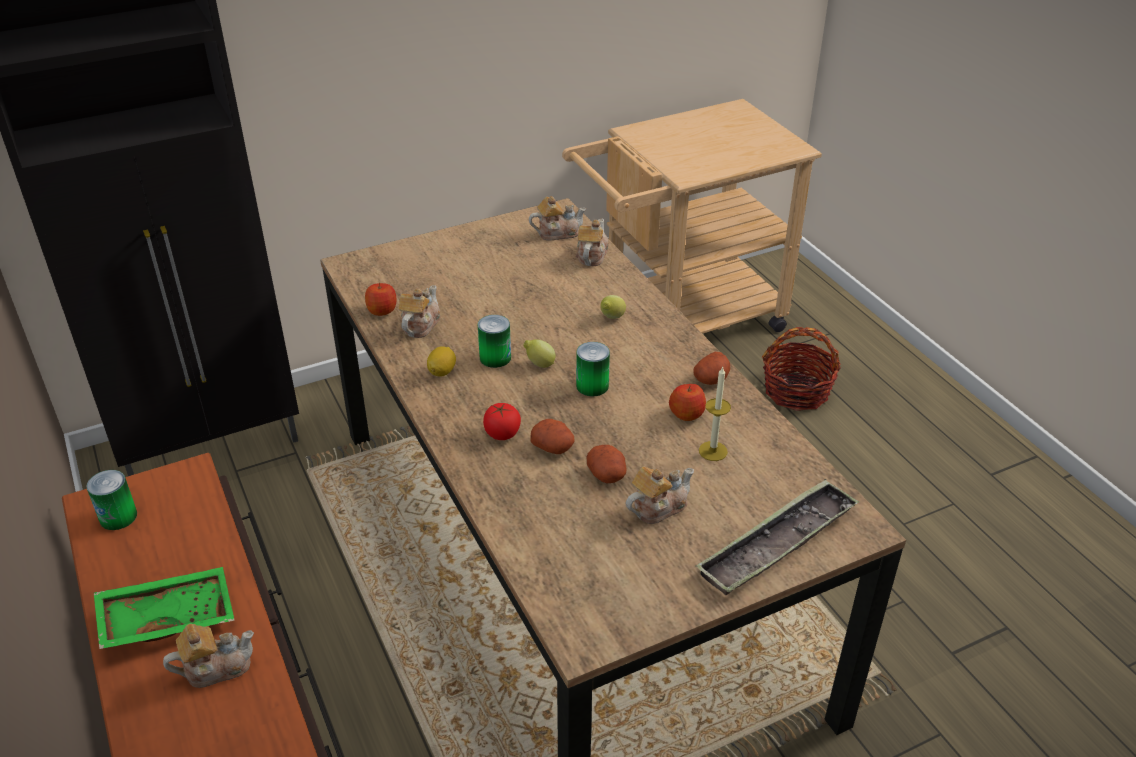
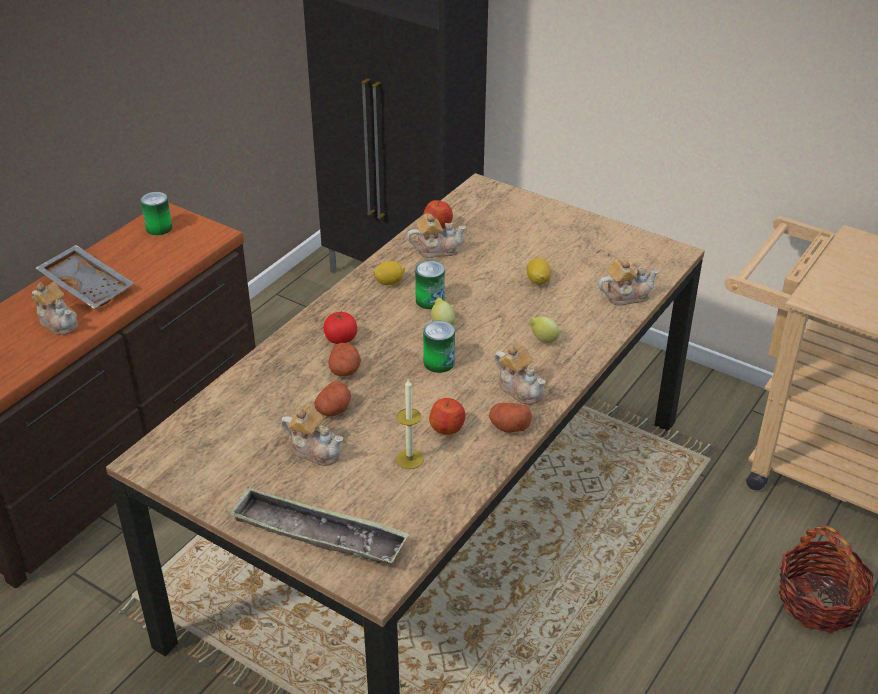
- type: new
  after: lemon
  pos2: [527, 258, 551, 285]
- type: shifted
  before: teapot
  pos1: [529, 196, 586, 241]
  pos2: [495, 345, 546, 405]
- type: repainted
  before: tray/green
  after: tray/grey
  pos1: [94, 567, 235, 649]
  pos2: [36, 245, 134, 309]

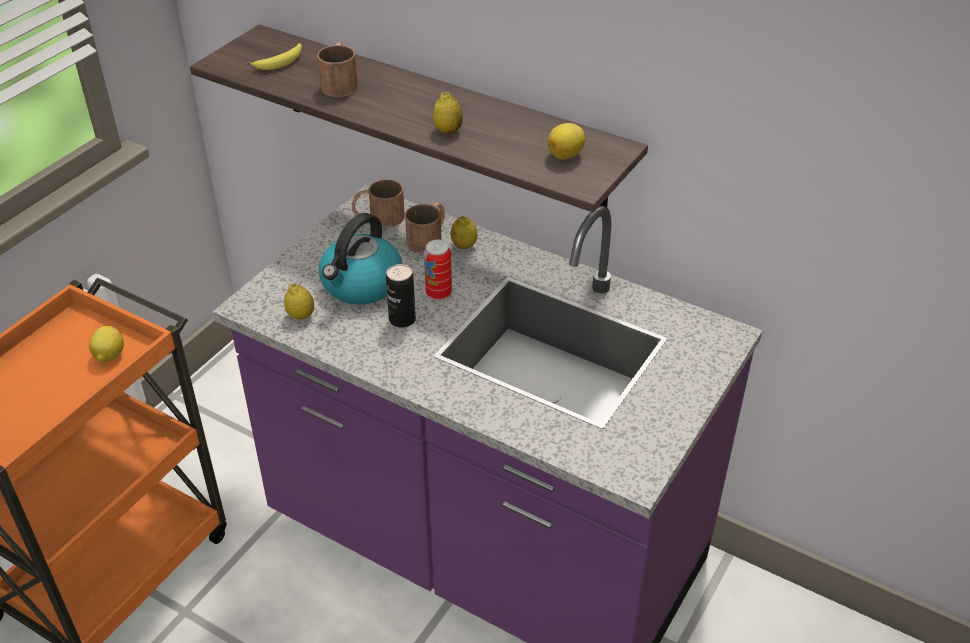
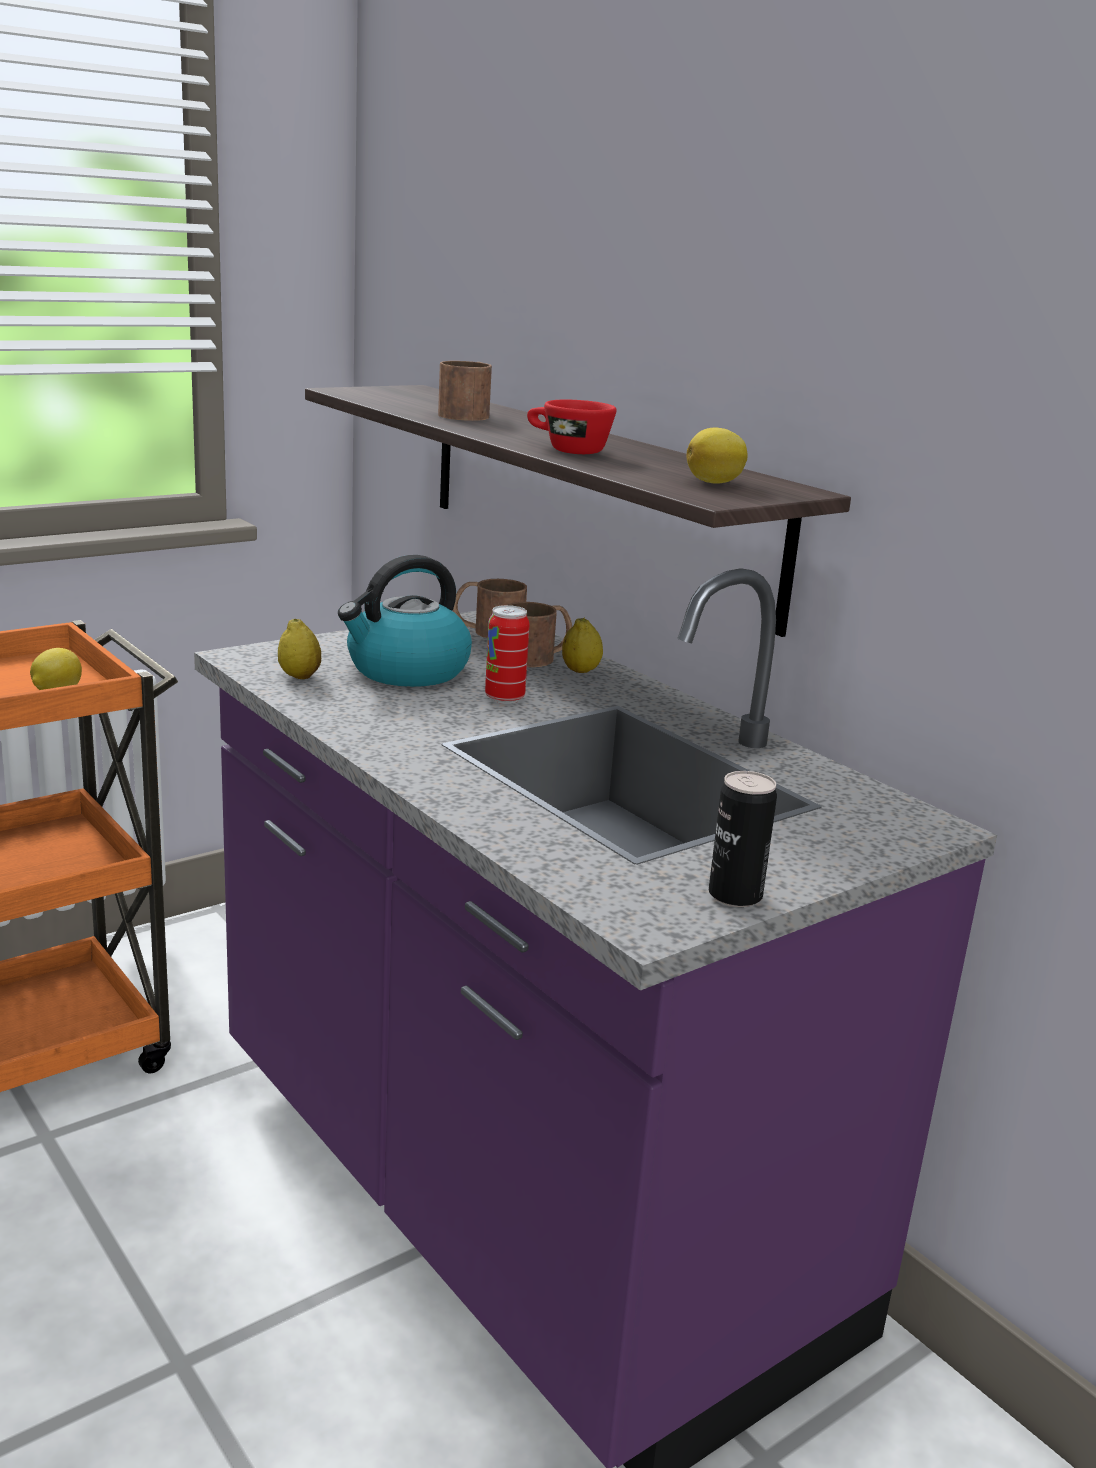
- type: gone
  before: banana
  pos1: [247, 43, 302, 70]
- type: shifted
  before: can
  pos1: [386, 264, 416, 328]
  pos2: [709, 771, 777, 907]
- type: swapped
  before: lemon
  after: cup/red
  pos1: [433, 92, 463, 134]
  pos2: [527, 400, 617, 454]

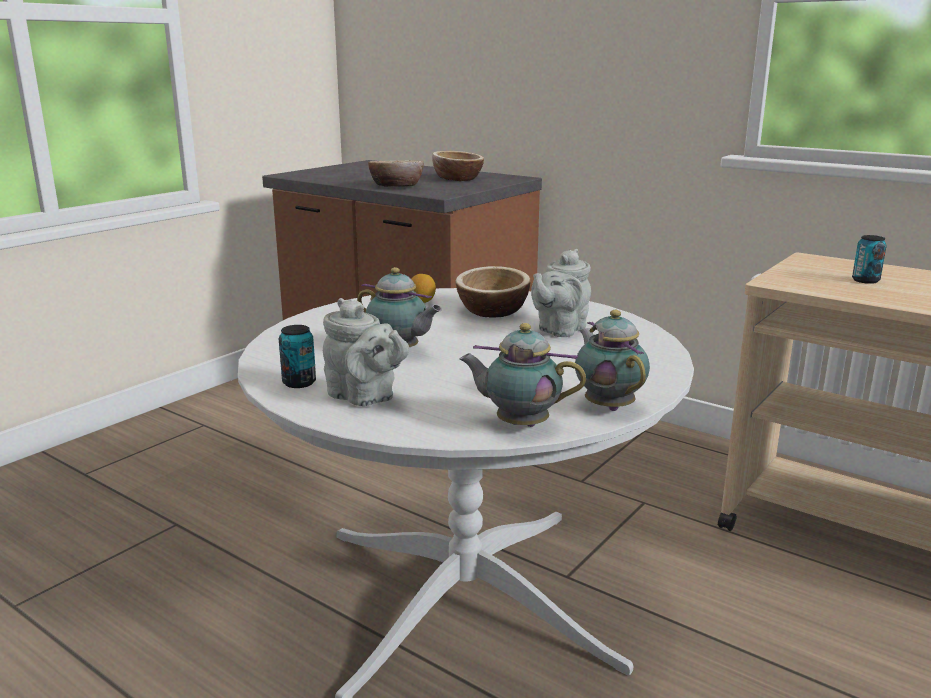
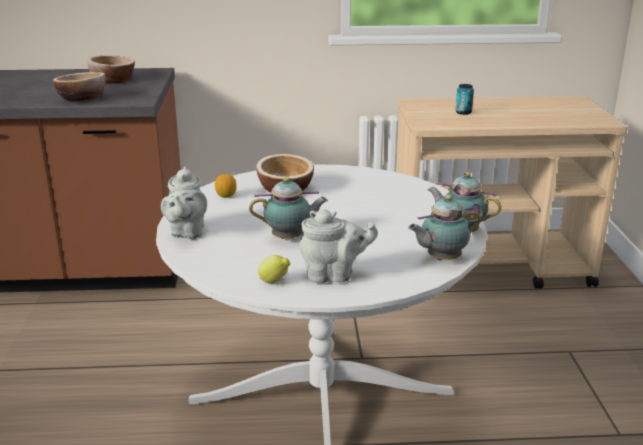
- type: shifted
  before: teapot/grey
  pos1: [531, 249, 591, 337]
  pos2: [161, 166, 207, 239]
- type: swapped
  before: can
  after: lemon
  pos1: [279, 325, 316, 388]
  pos2: [258, 255, 290, 284]

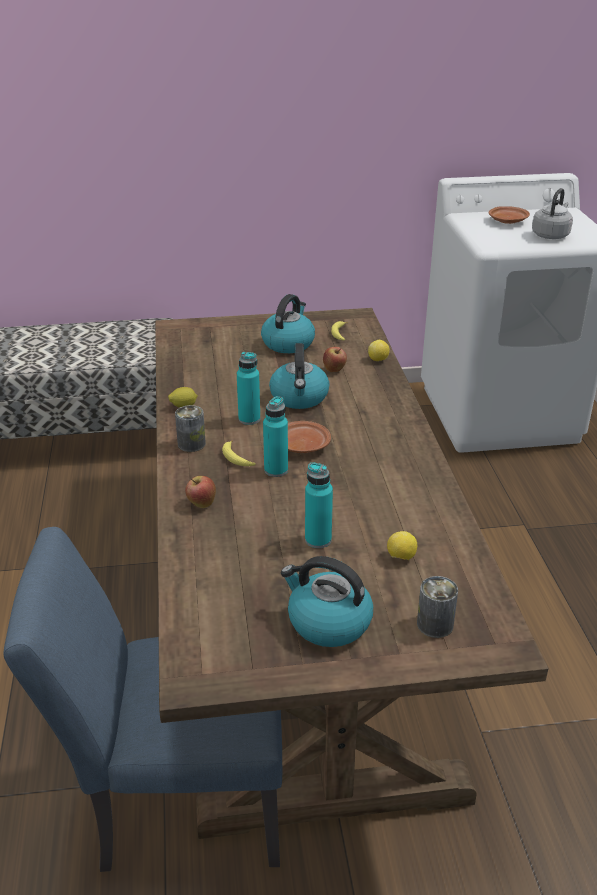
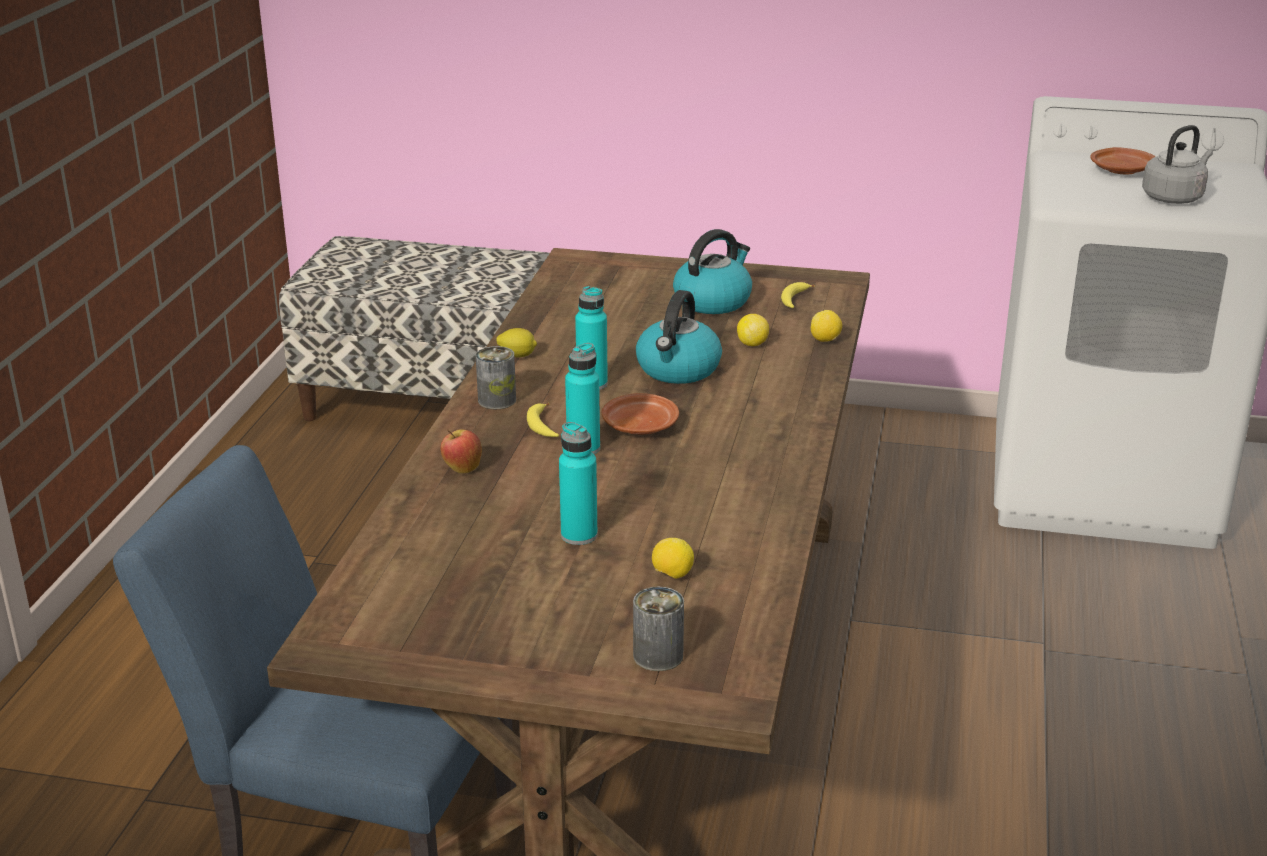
- type: gone
  before: kettle
  pos1: [281, 556, 373, 647]
- type: swapped
  before: apple
  after: lemon
  pos1: [323, 347, 347, 372]
  pos2: [737, 314, 769, 346]

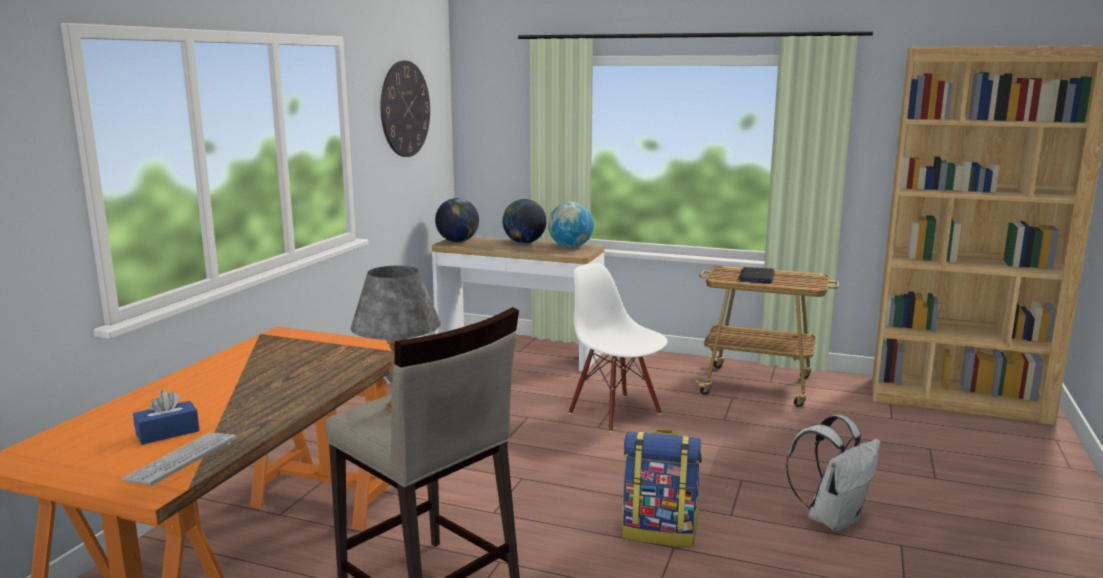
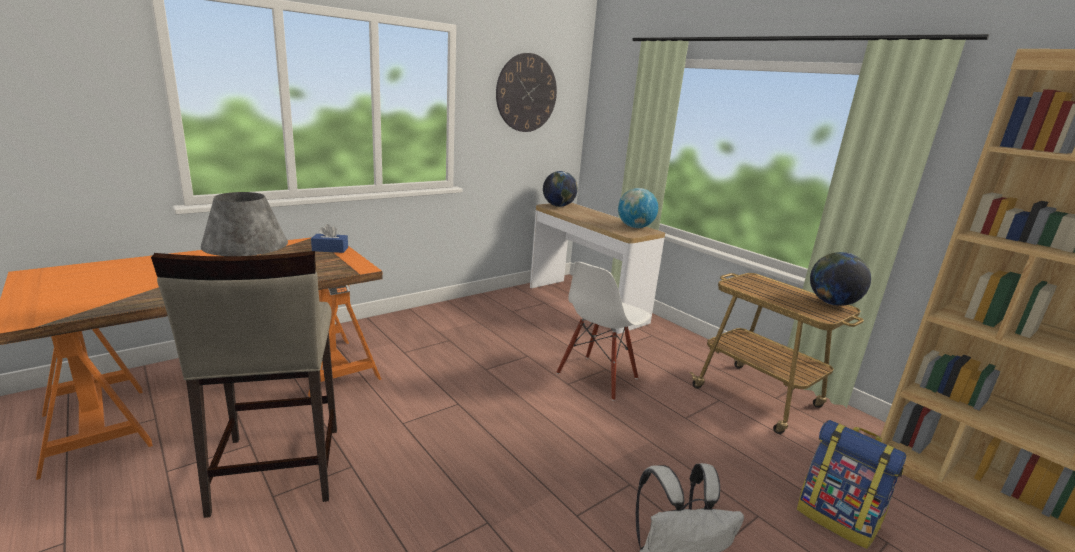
- type: gone
  before: keyboard
  pos1: [121, 433, 236, 485]
- type: gone
  before: laptop
  pos1: [738, 267, 774, 283]
- type: shifted
  before: tissue box/blue
  pos1: [133, 390, 200, 445]
  pos2: [311, 224, 348, 253]
- type: shifted
  before: globe
  pos1: [503, 199, 546, 244]
  pos2: [810, 252, 871, 306]
- type: shifted
  before: backpack
  pos1: [622, 429, 702, 547]
  pos2: [797, 420, 906, 549]
- type: rotated
  before: chair/white
  pos1: [569, 263, 668, 432]
  pos2: [557, 262, 651, 401]
  turn: -135

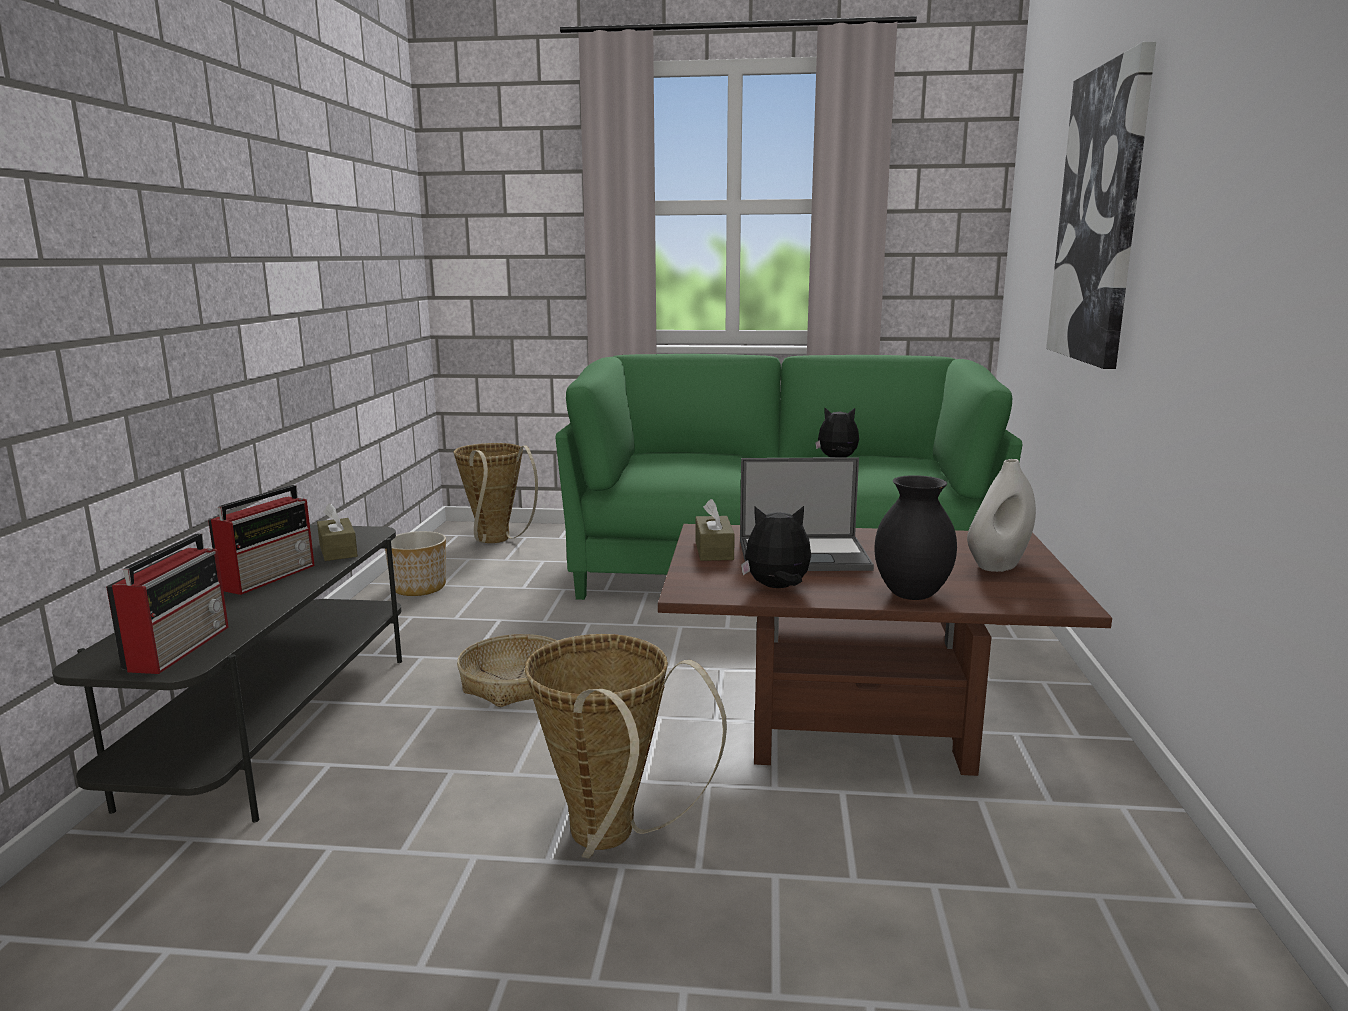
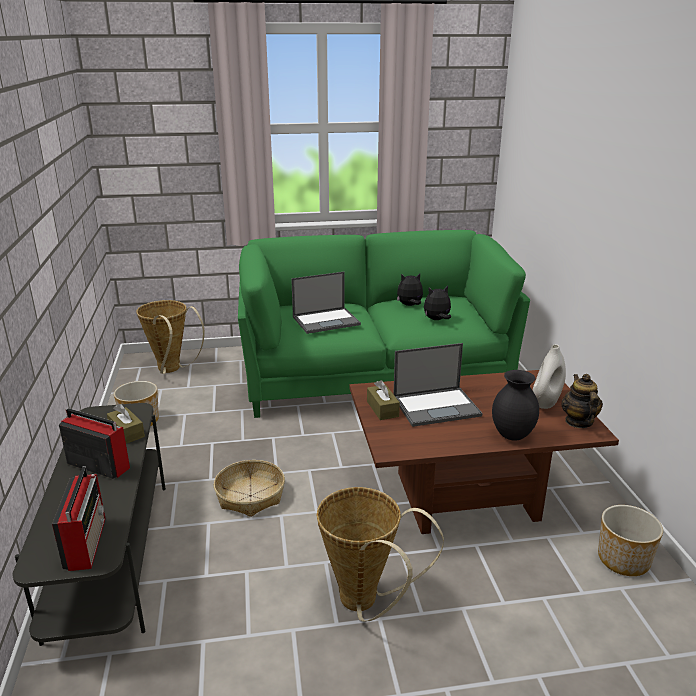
- type: gone
  before: picture
  pos1: [1046, 42, 1156, 369]
- type: new
  after: laptop
  pos2: [291, 272, 361, 334]
- type: new
  after: teapot
  pos2: [561, 374, 603, 428]
- type: new
  after: planter
  pos2: [598, 505, 663, 576]
- type: shifted
  before: plush toy
  pos1: [741, 506, 811, 588]
  pos2: [424, 286, 451, 320]
- type: rotated
  before: radio
  pos1: [208, 485, 314, 595]
  pos2: [59, 408, 130, 479]
  turn: -75

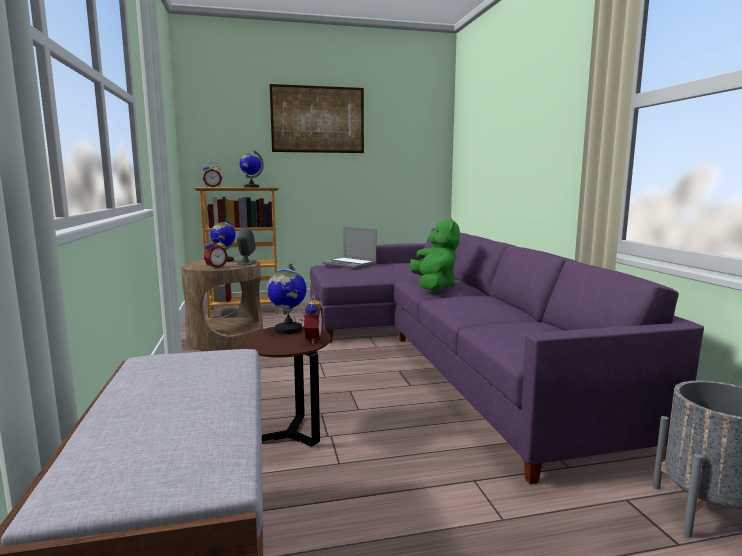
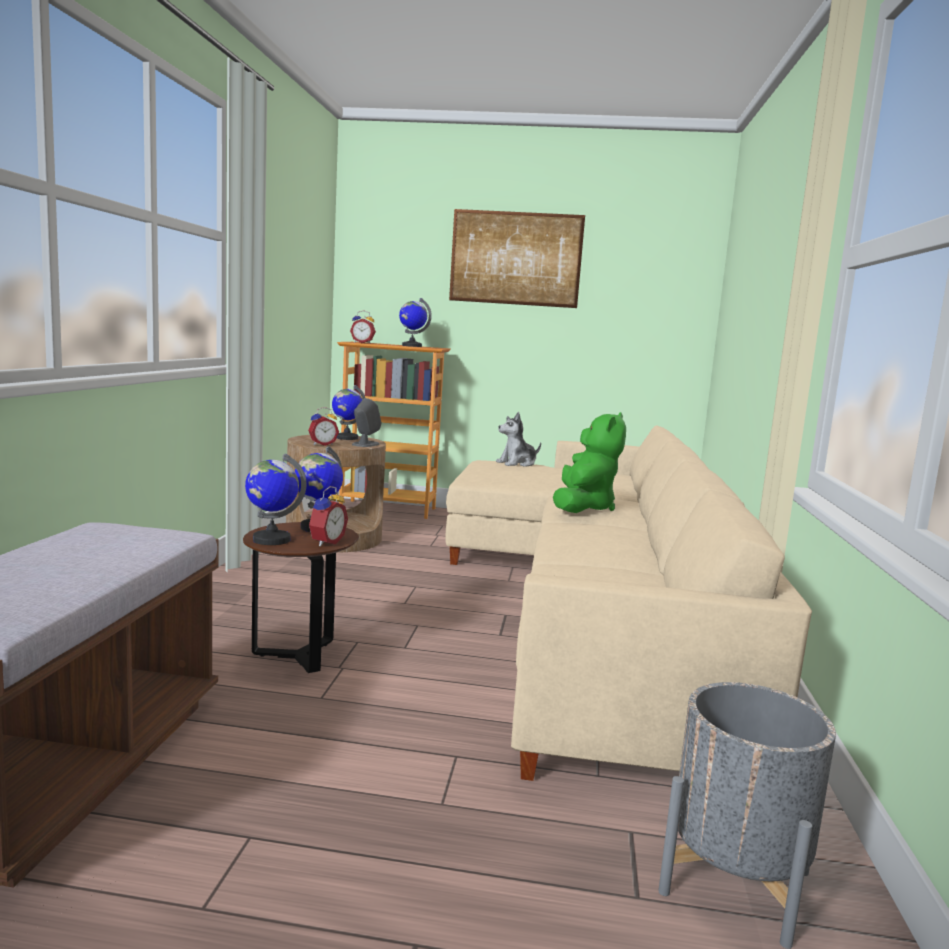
- type: new
  after: globe
  pos2: [245, 453, 307, 545]
- type: swapped
  before: laptop
  after: plush toy
  pos1: [322, 227, 377, 269]
  pos2: [496, 412, 541, 467]
- type: repainted
  before: sofa/purple
  after: sofa/beige
  pos1: [310, 228, 704, 484]
  pos2: [446, 426, 812, 781]

